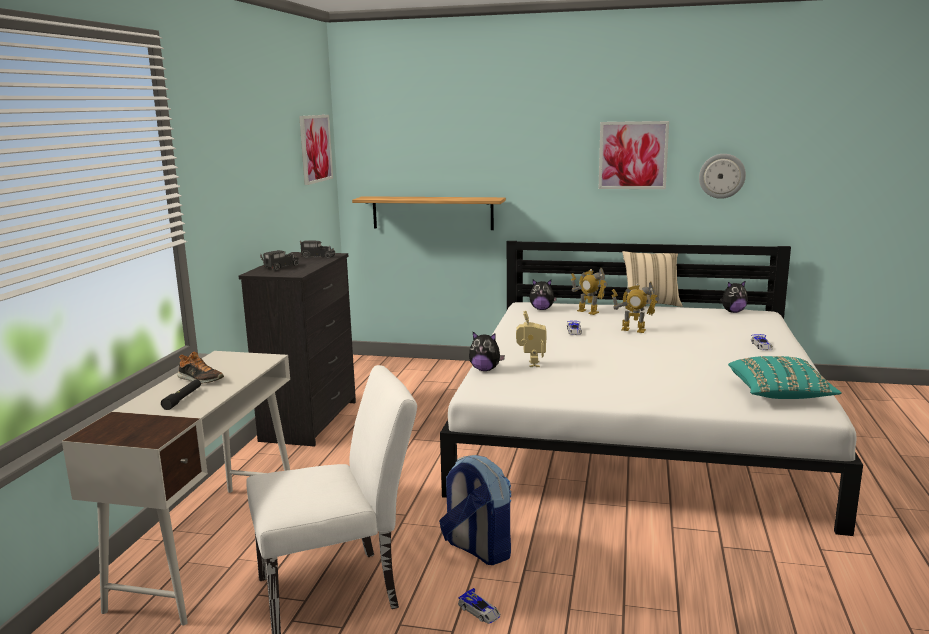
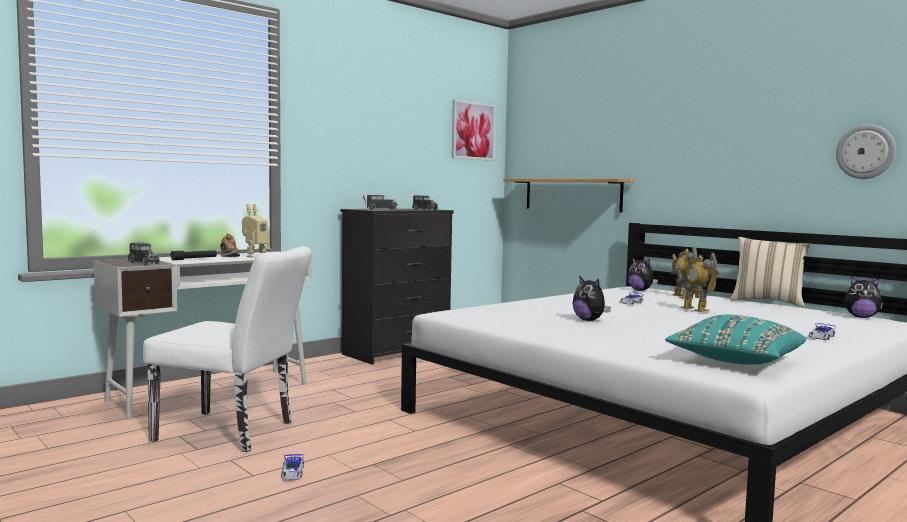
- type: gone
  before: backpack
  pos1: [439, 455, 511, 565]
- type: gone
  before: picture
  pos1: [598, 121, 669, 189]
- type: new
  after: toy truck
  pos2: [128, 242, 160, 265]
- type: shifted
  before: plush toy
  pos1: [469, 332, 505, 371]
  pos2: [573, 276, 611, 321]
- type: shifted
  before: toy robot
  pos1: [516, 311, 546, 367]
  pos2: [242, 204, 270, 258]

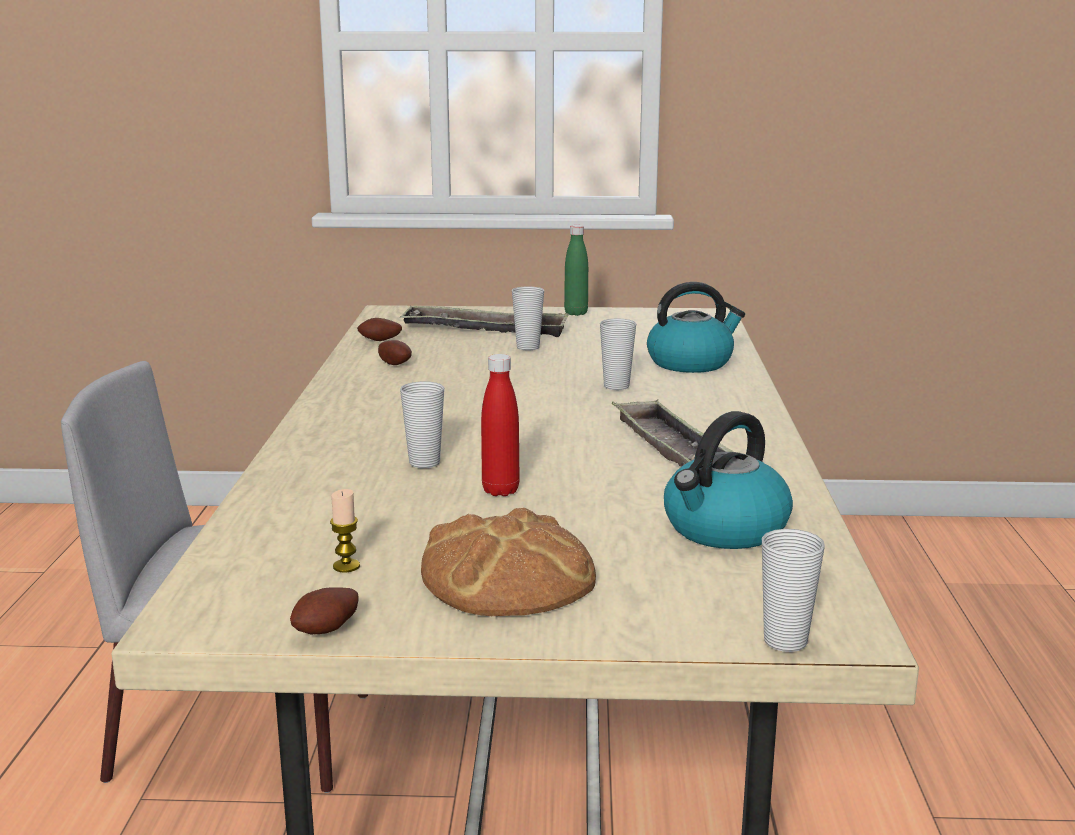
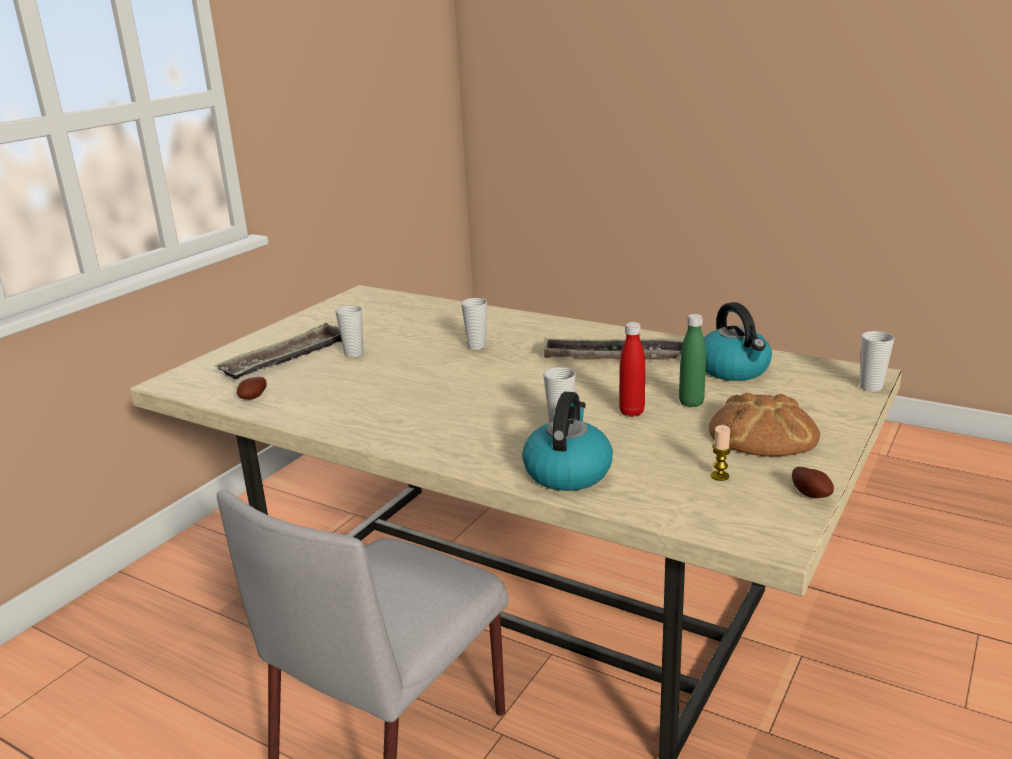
- type: gone
  before: potato
  pos1: [378, 340, 412, 365]
- type: shifted
  before: bottle/green
  pos1: [564, 225, 588, 316]
  pos2: [679, 314, 706, 407]
- type: shifted
  before: kettle
  pos1: [647, 282, 745, 373]
  pos2: [522, 392, 613, 491]

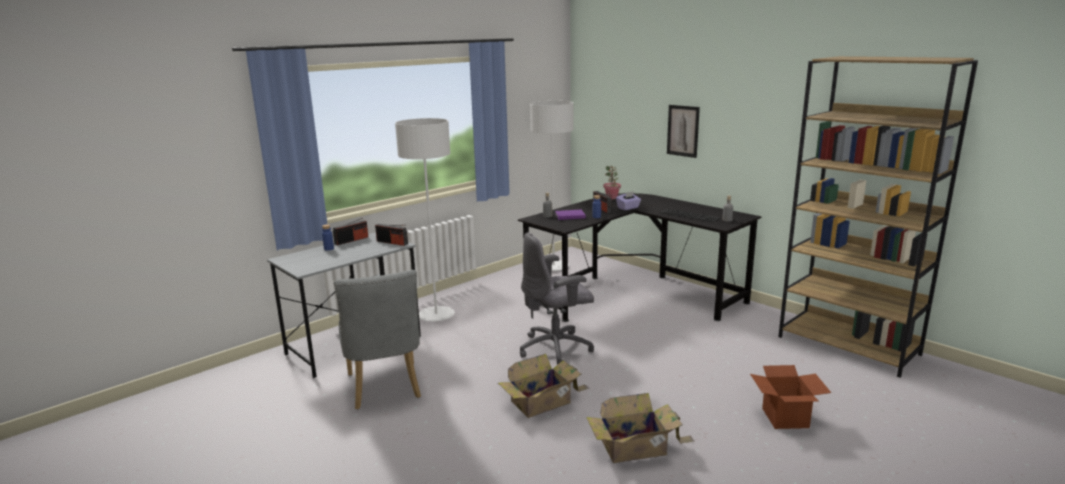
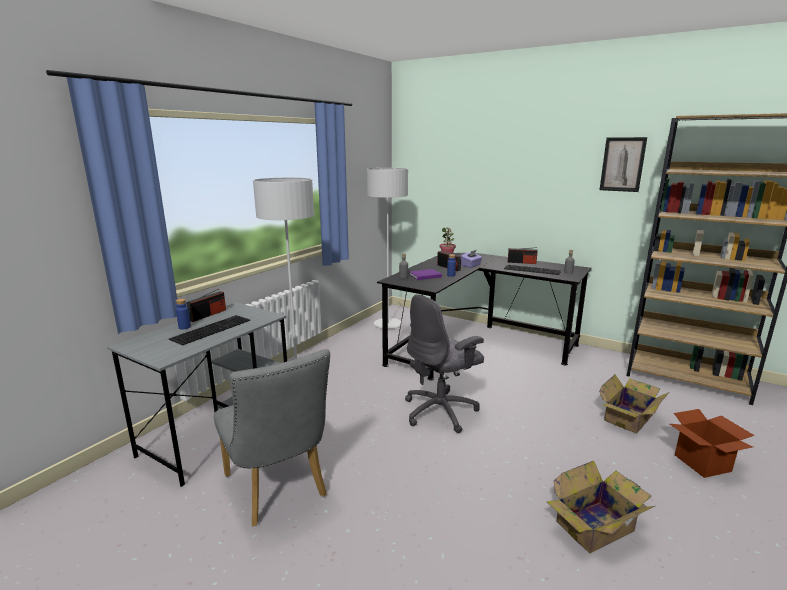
- type: new
  after: keyboard
  pos2: [169, 315, 250, 345]
- type: shifted
  before: radio
  pos1: [375, 224, 408, 246]
  pos2: [508, 247, 538, 264]
- type: shifted
  before: cardboard box
  pos1: [498, 354, 589, 418]
  pos2: [599, 375, 670, 433]
- type: shifted
  before: picture
  pos1: [667, 105, 700, 158]
  pos2: [600, 137, 647, 192]

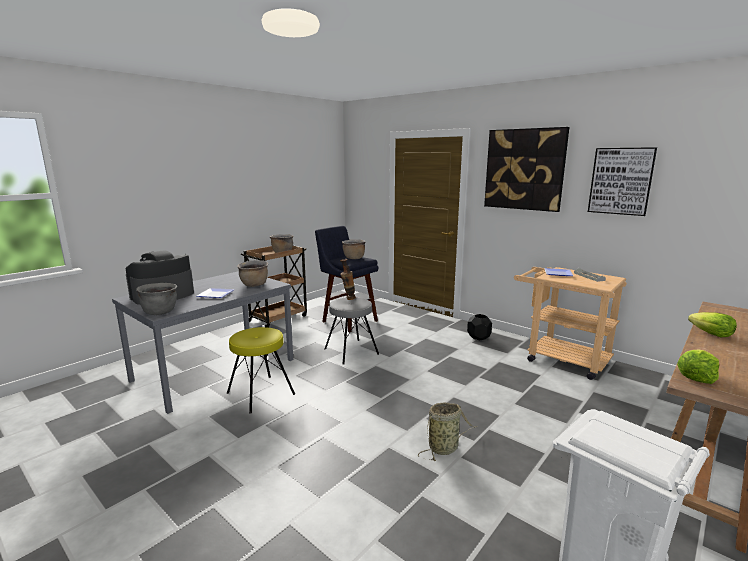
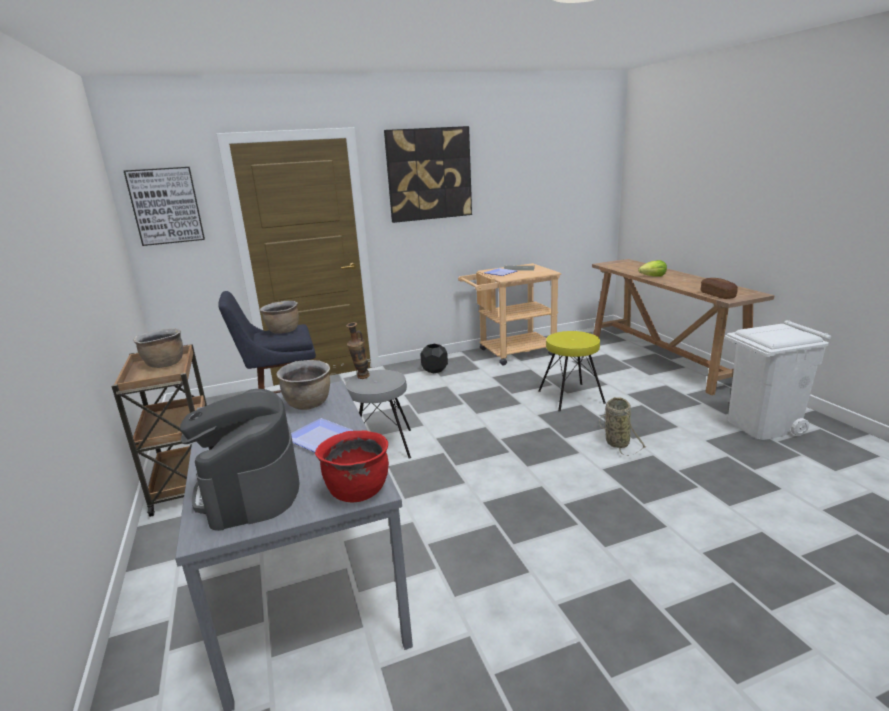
- type: shifted
  before: stool/yellow
  pos1: [227, 327, 295, 414]
  pos2: [538, 331, 606, 411]
- type: shifted
  before: picture
  pos1: [588, 147, 657, 216]
  pos2: [124, 167, 205, 246]
- type: swapped
  before: lettuce
  after: bread
  pos1: [677, 349, 719, 384]
  pos2: [701, 278, 738, 299]
- type: repainted
  before: cooking pot/grey
  after: cooking pot/red
  pos1: [136, 283, 177, 315]
  pos2: [315, 431, 389, 502]

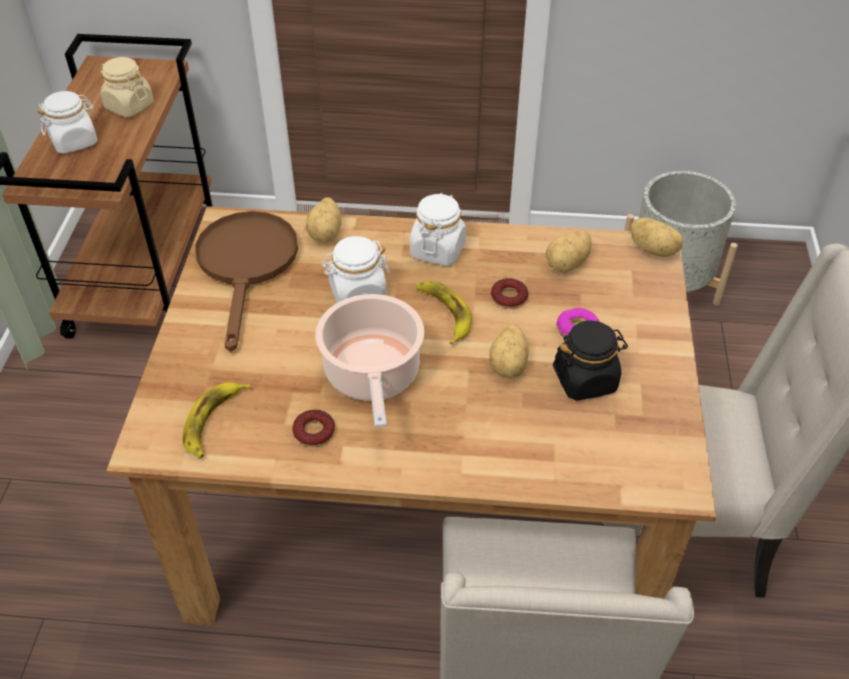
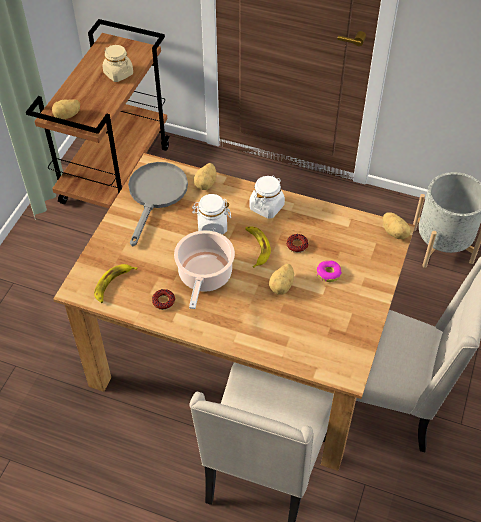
- type: gone
  before: jar/white
  pos1: [38, 91, 98, 154]
- type: gone
  before: jar/black
  pos1: [553, 320, 628, 401]
- type: shifted
  before: potato
  pos1: [545, 231, 592, 273]
  pos2: [52, 99, 80, 119]
- type: repainted
  before: frying pan/brown
  after: frying pan/grey
  pos1: [195, 211, 298, 352]
  pos2: [128, 162, 188, 247]

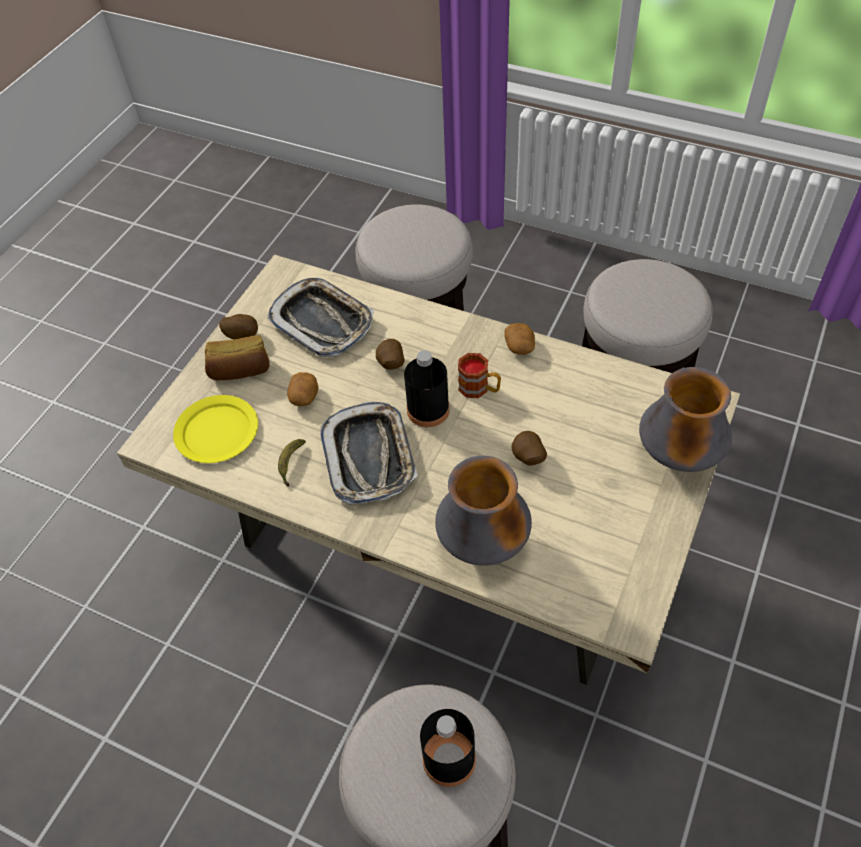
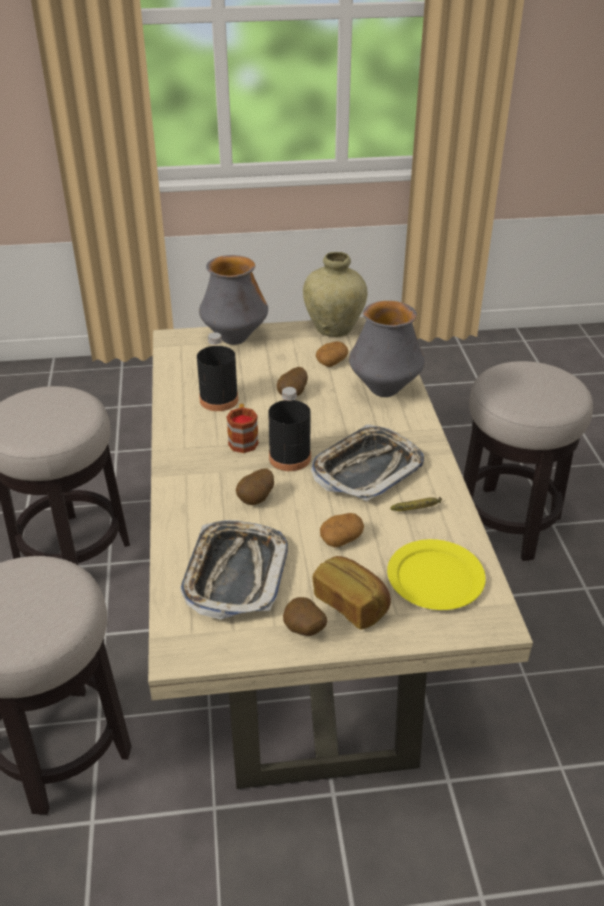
- type: new
  after: vase/beige
  pos2: [303, 252, 367, 337]
- type: shifted
  before: bottle/black
  pos1: [420, 709, 476, 787]
  pos2: [197, 332, 238, 411]
- type: shifted
  before: potato
  pos1: [504, 323, 535, 355]
  pos2: [316, 341, 348, 367]

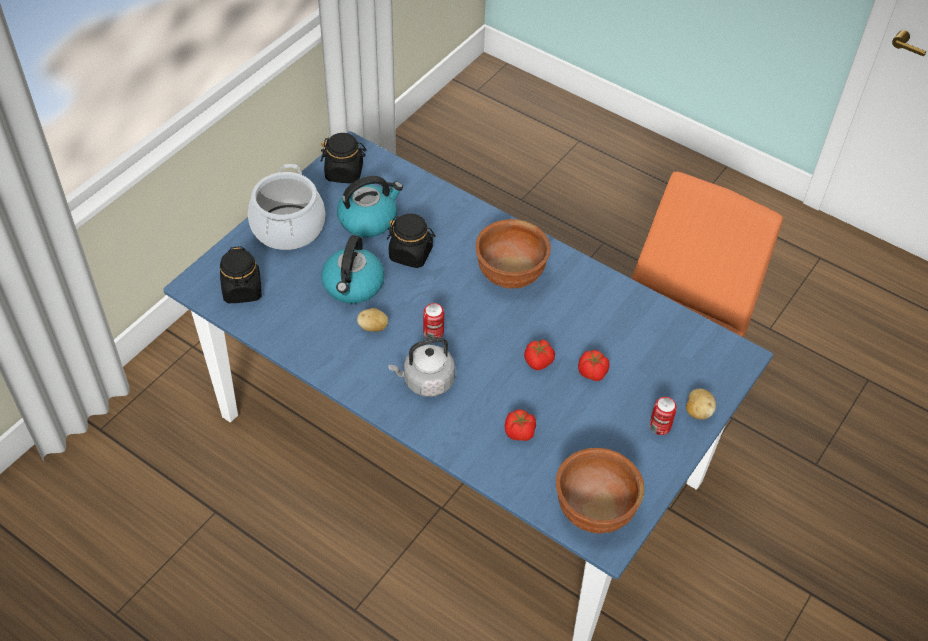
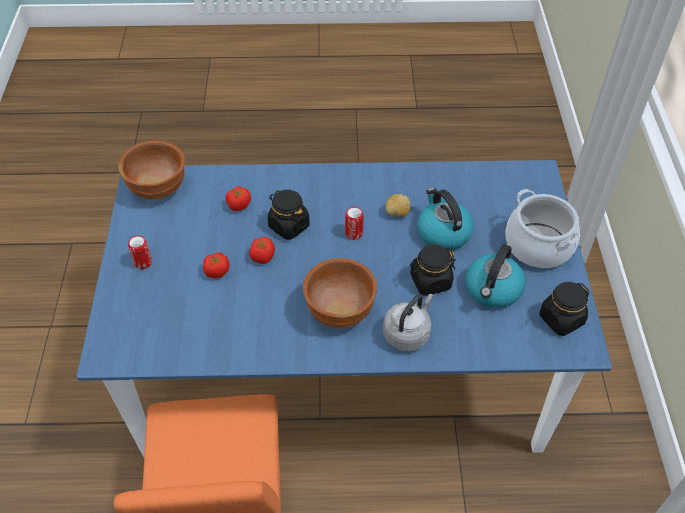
- type: gone
  before: potato
  pos1: [686, 389, 716, 420]
- type: shifted
  before: jar/black
  pos1: [220, 246, 262, 303]
  pos2: [268, 190, 310, 240]
- type: shifted
  before: kettle/grey
  pos1: [388, 337, 455, 397]
  pos2: [383, 294, 433, 352]

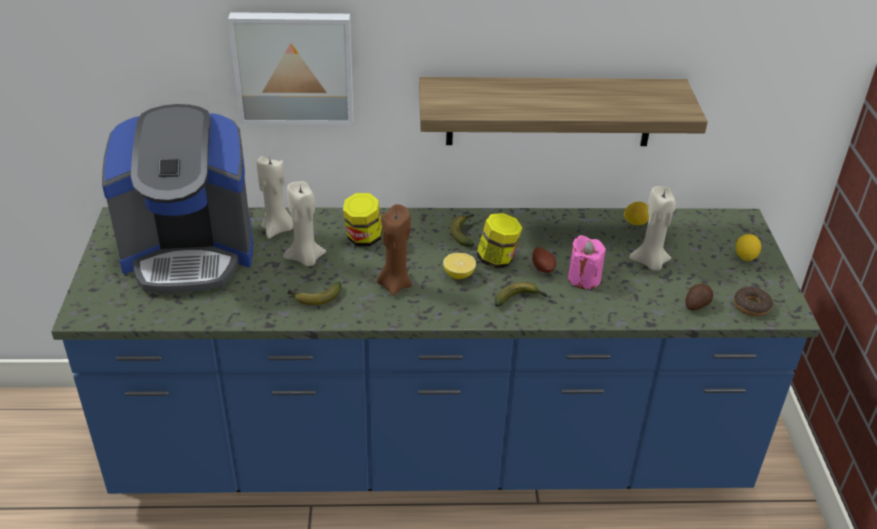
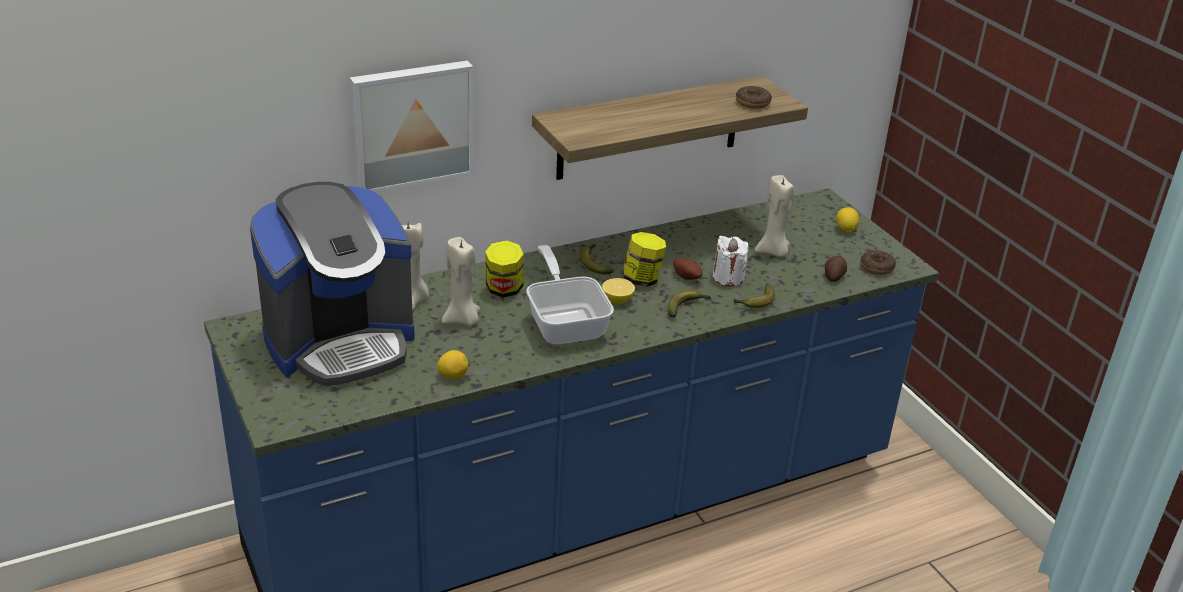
- type: new
  after: donut
  pos2: [736, 86, 772, 109]
- type: shifted
  before: banana
  pos1: [288, 282, 341, 305]
  pos2: [734, 283, 775, 308]
- type: shifted
  before: lemon
  pos1: [624, 201, 649, 225]
  pos2: [437, 350, 468, 379]
- type: swapped
  before: candle/brown
  after: frying pan
  pos1: [377, 204, 412, 296]
  pos2: [526, 245, 614, 344]
- type: repainted
  before: candle/pink
  after: candle/white
  pos1: [568, 235, 606, 289]
  pos2: [713, 236, 748, 286]

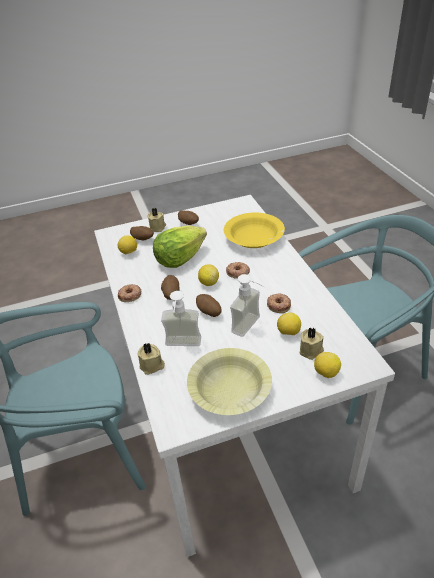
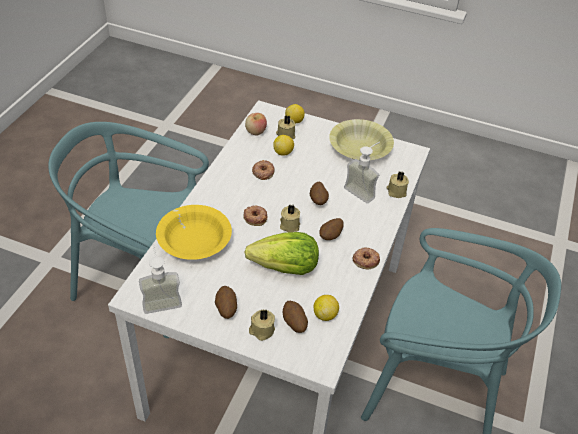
- type: new
  after: apple
  pos2: [245, 113, 267, 136]
- type: shifted
  before: soap dispenser
  pos1: [230, 274, 265, 337]
  pos2: [139, 244, 182, 314]
- type: swapped
  before: lemon
  after: candle/beige
  pos1: [198, 265, 219, 286]
  pos2: [280, 204, 300, 232]

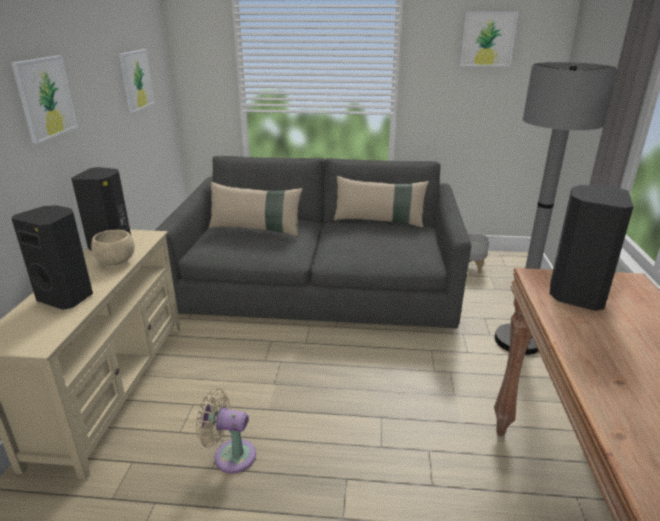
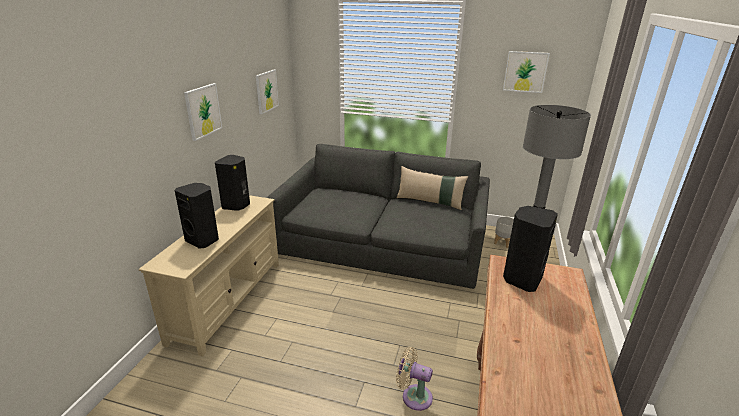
- type: gone
  before: bowl/beige
  pos1: [91, 230, 135, 265]
- type: gone
  before: pillow/beige
  pos1: [209, 182, 303, 236]
- type: shifted
  before: fan/beige
  pos1: [195, 388, 256, 473]
  pos2: [396, 347, 433, 411]

